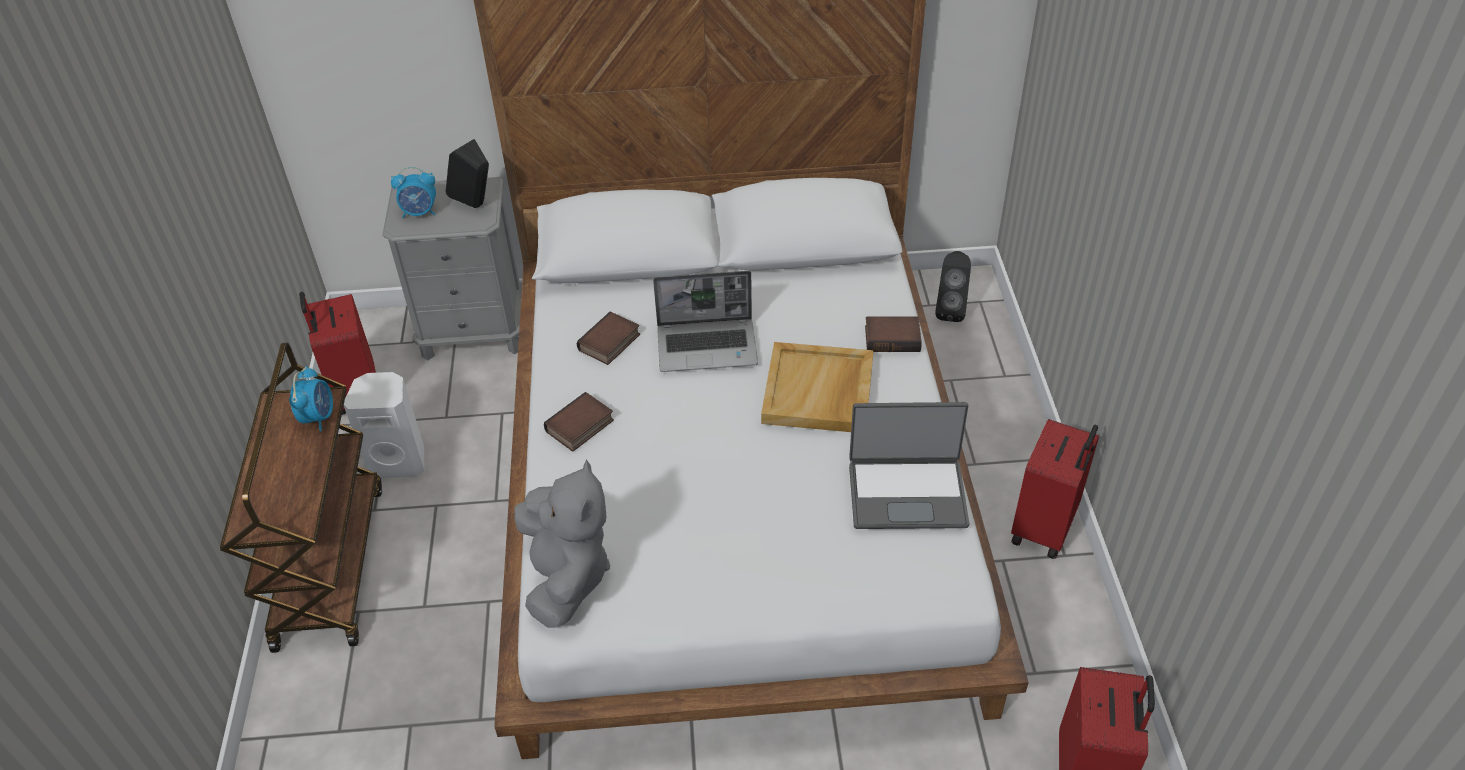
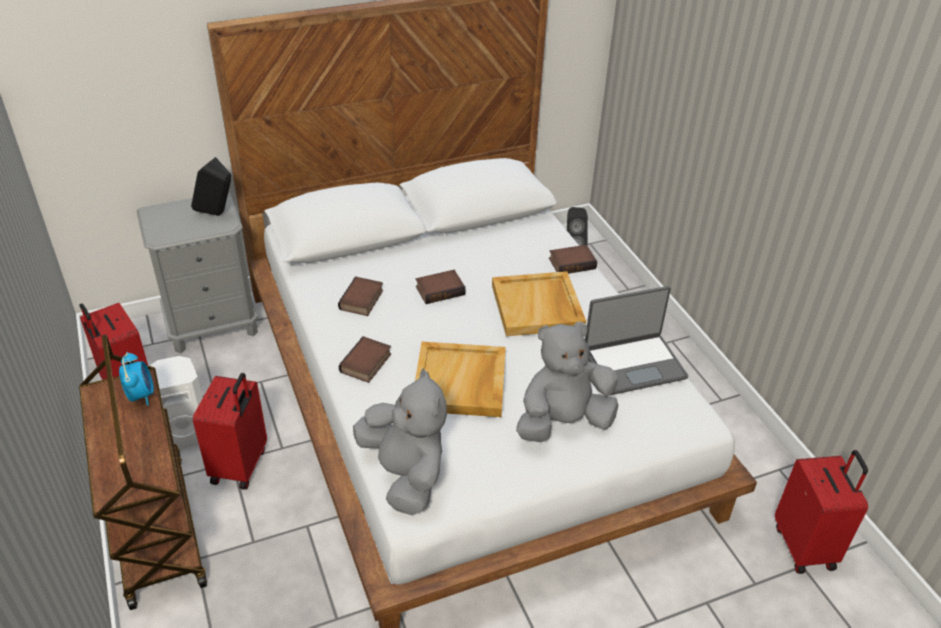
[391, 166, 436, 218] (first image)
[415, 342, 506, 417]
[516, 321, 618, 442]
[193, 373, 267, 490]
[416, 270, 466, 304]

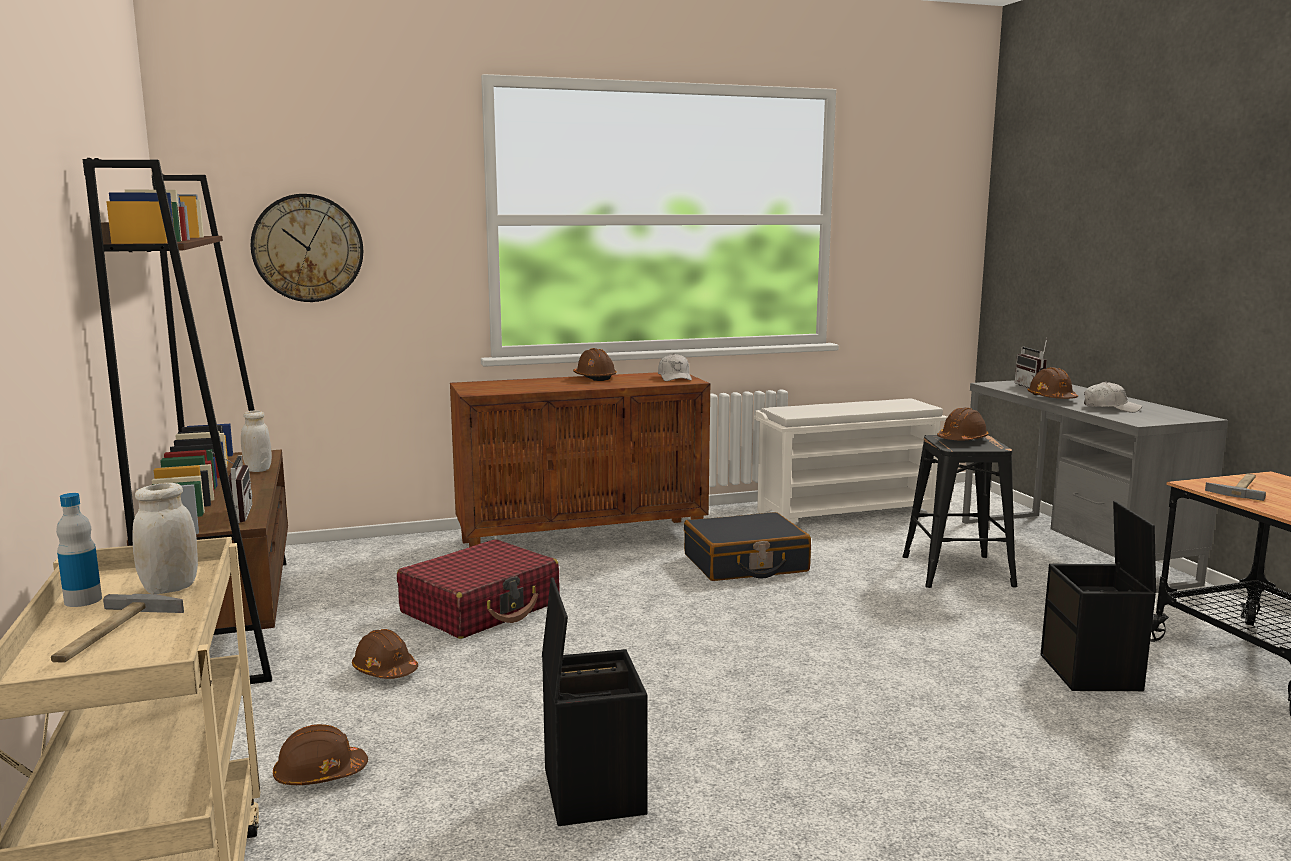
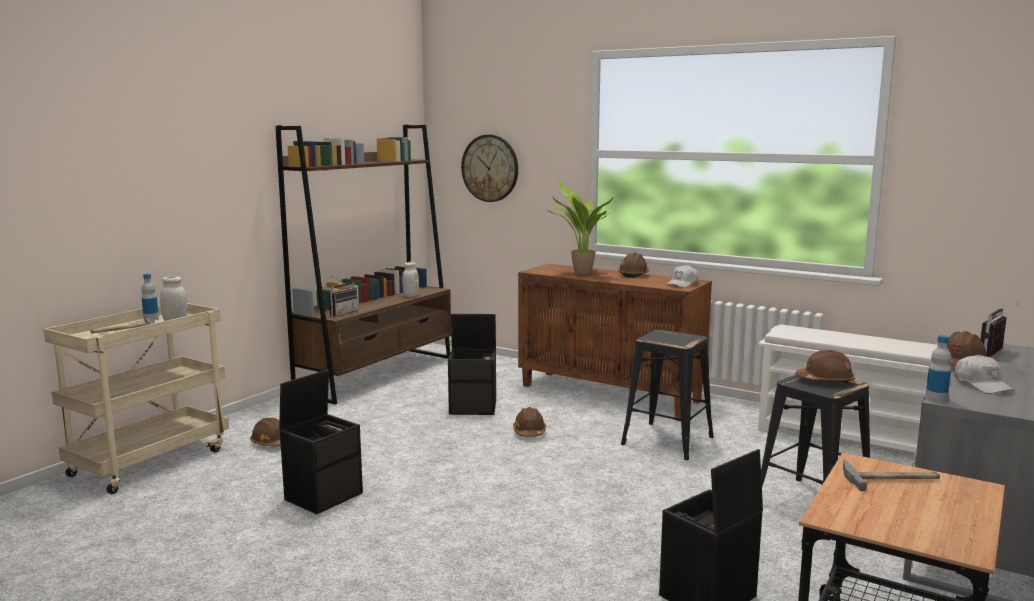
[545, 181, 614, 275]
[925, 335, 951, 403]
[513, 407, 546, 437]
[448, 314, 496, 415]
[621, 330, 714, 460]

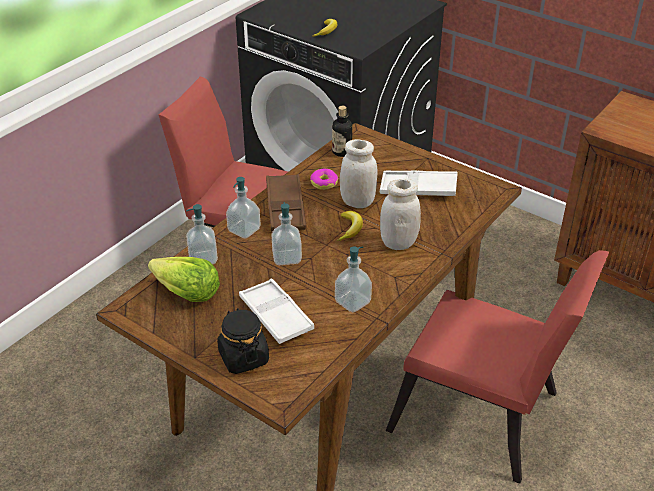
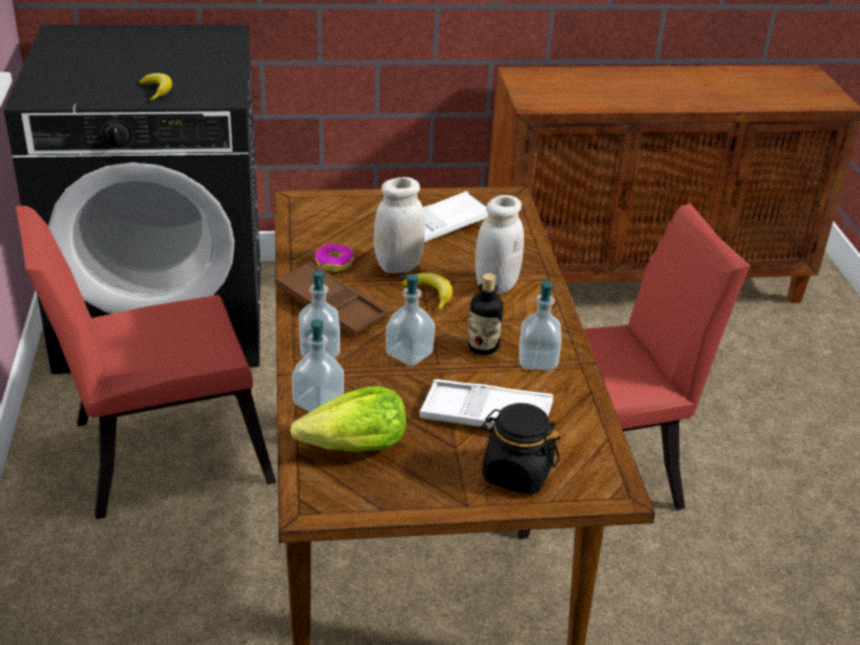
[468, 273, 503, 355]

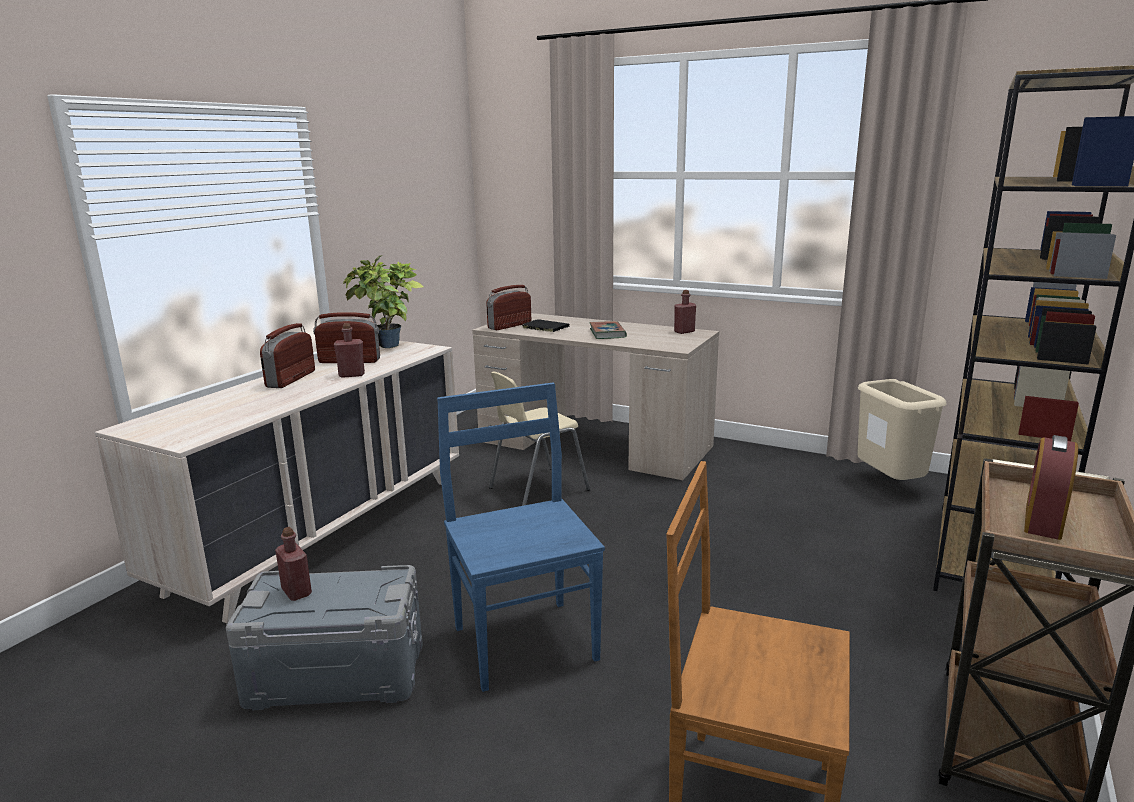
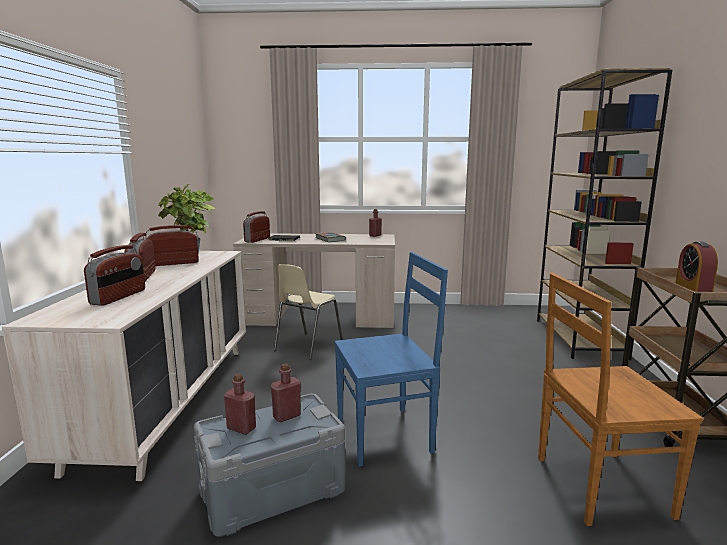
[857, 379, 947, 480] (first image)
[84, 245, 145, 306]
[271, 363, 301, 422]
[334, 252, 448, 467]

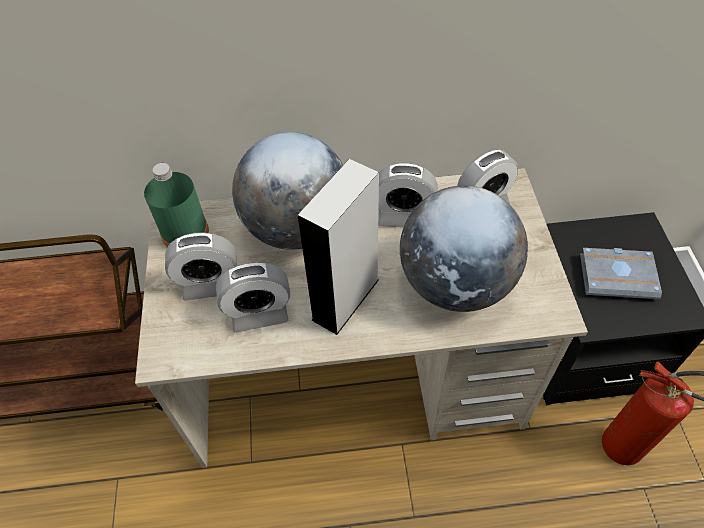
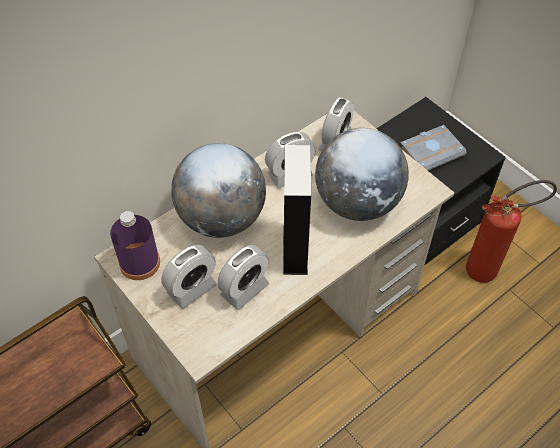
[110, 211, 160, 280]

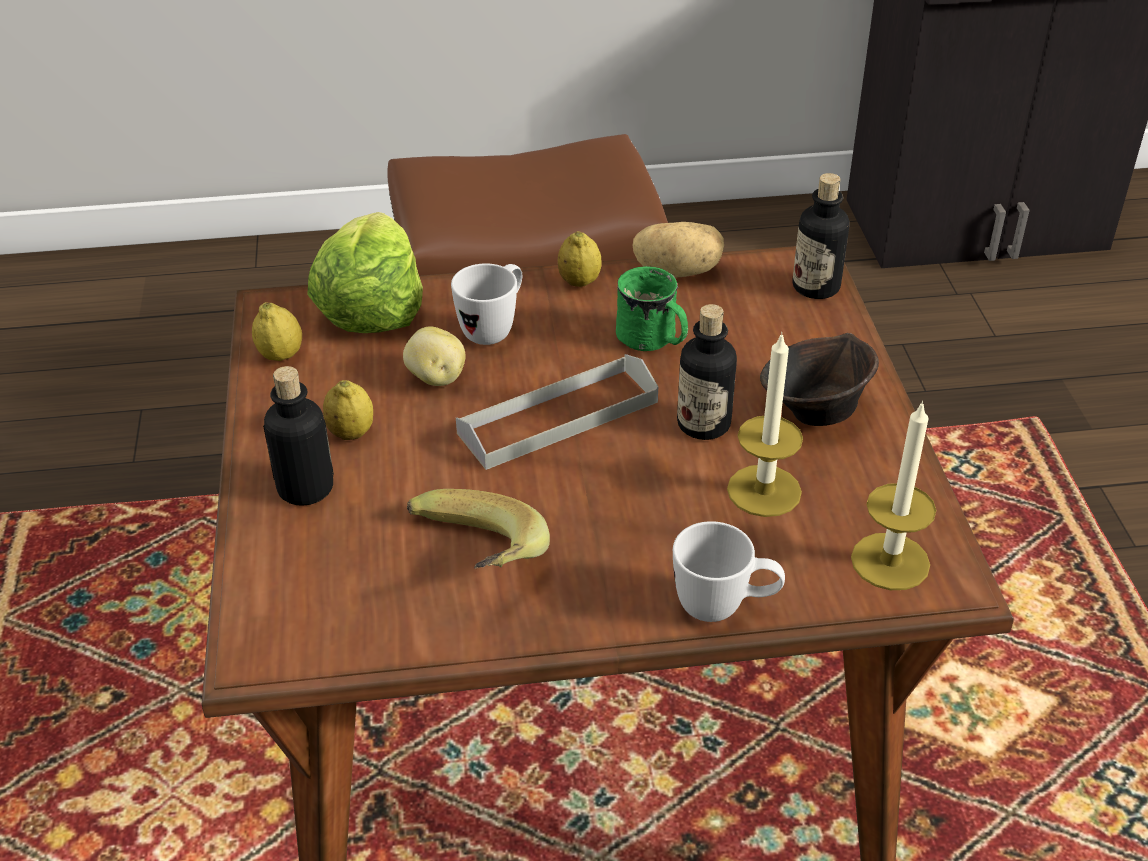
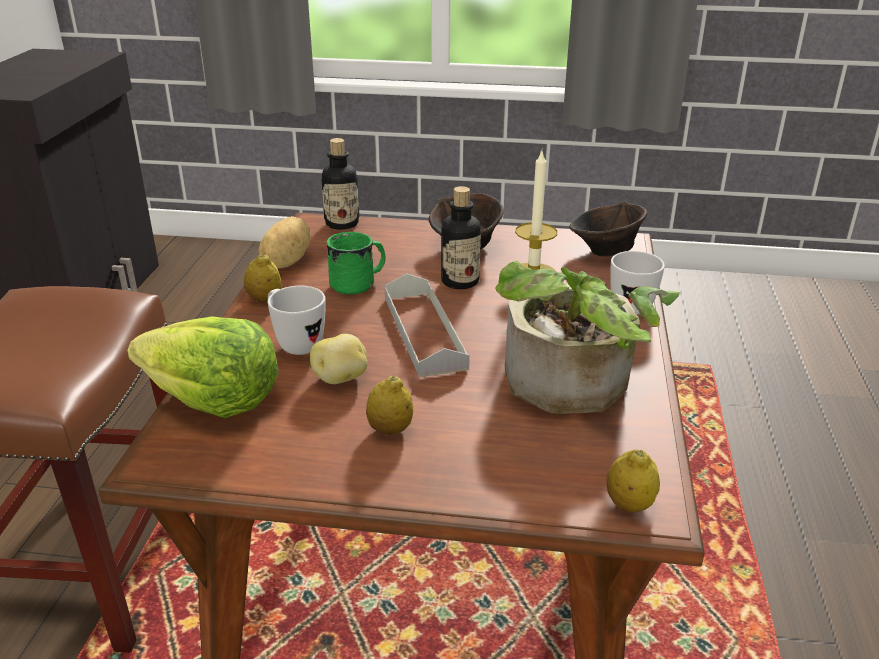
[263, 366, 334, 506] (first image)
[607, 450, 660, 512]
[495, 261, 680, 414]
[569, 201, 648, 256]

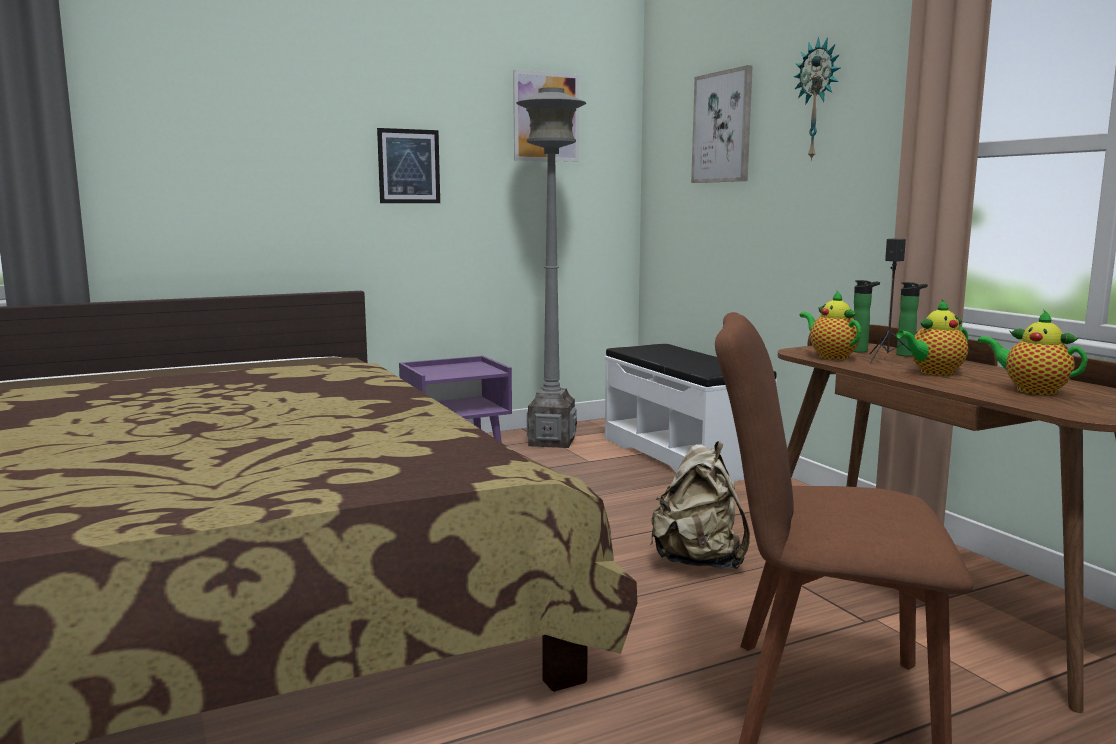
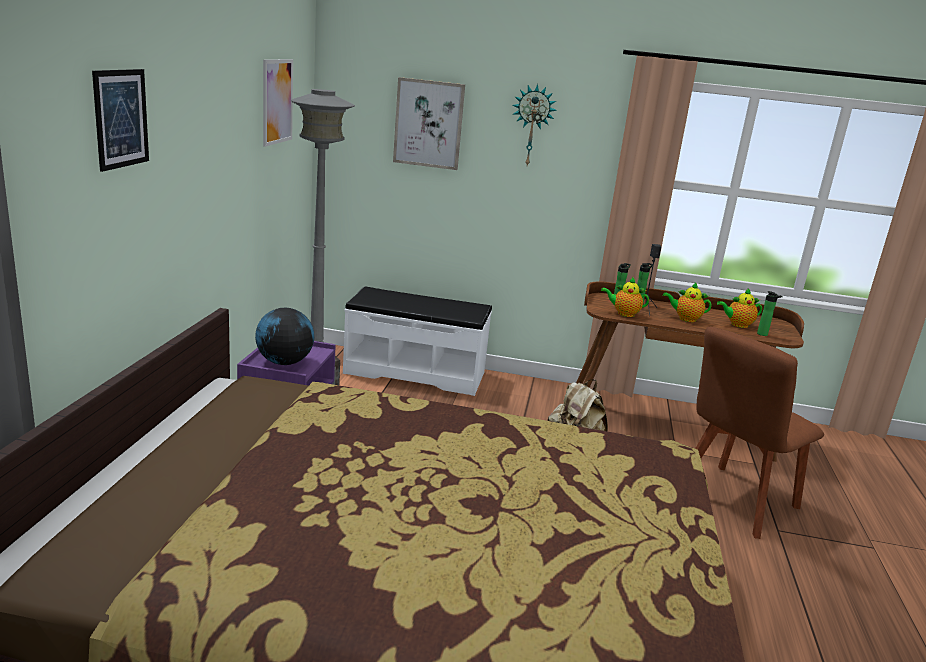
[255, 308, 314, 365]
[757, 291, 783, 336]
[92, 69, 149, 172]
[663, 283, 712, 322]

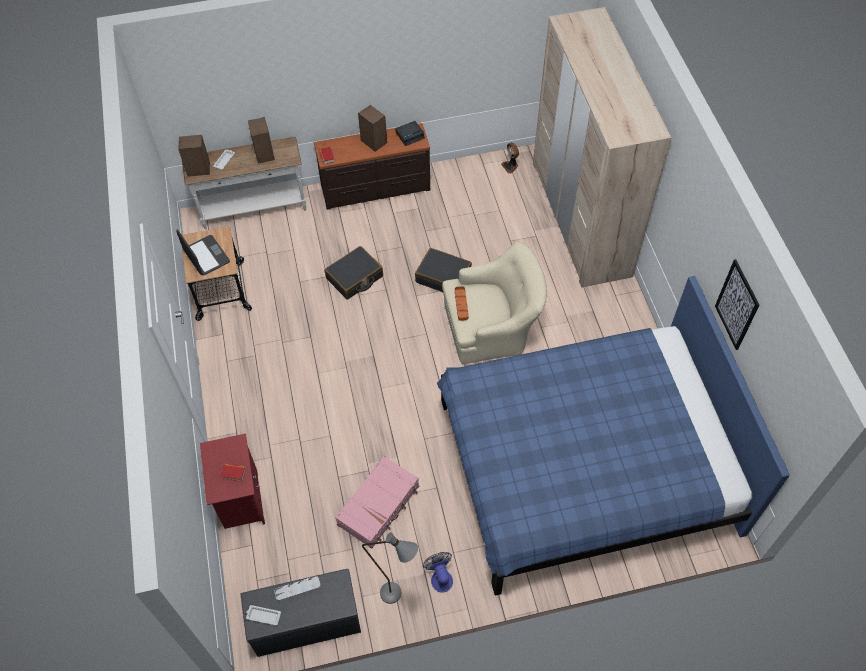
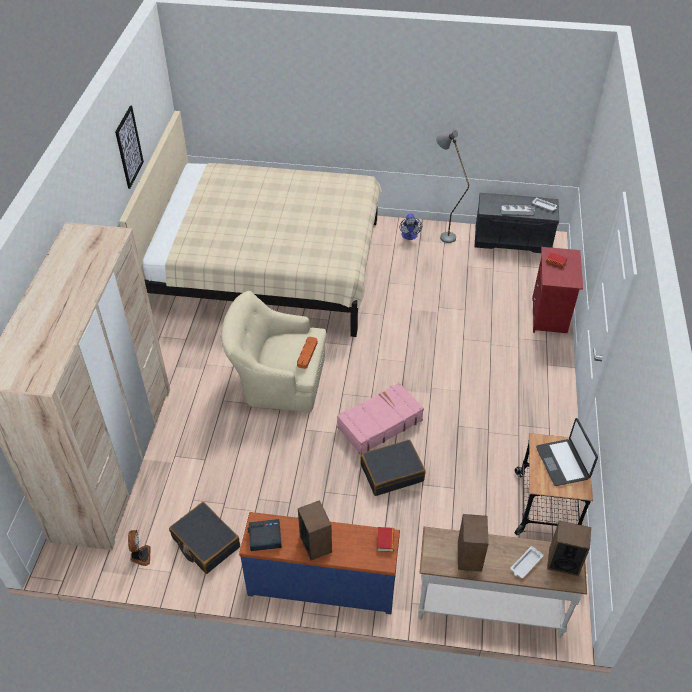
[337, 382, 424, 455]
[169, 502, 240, 574]
[239, 512, 400, 614]
[119, 111, 382, 337]

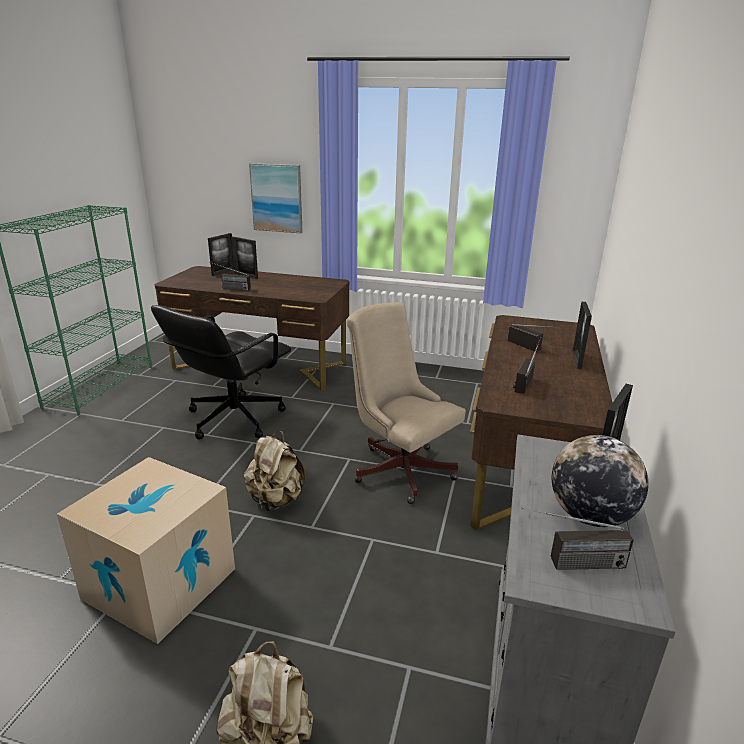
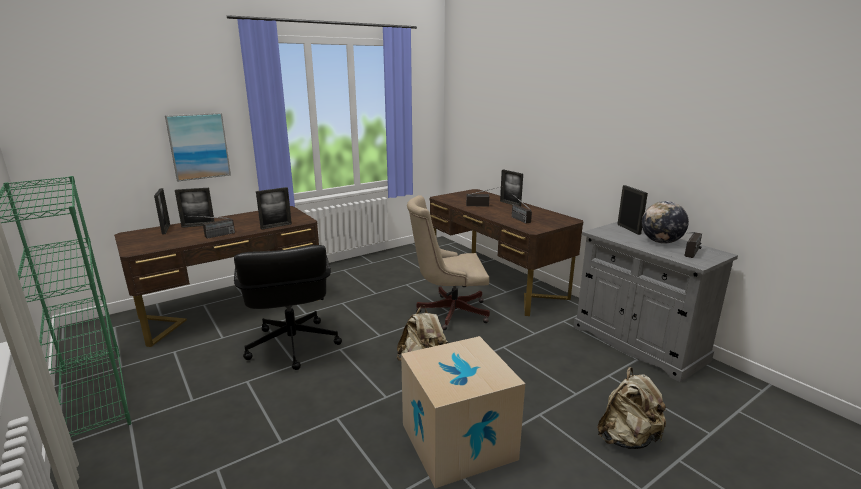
[256, 187, 292, 230]

